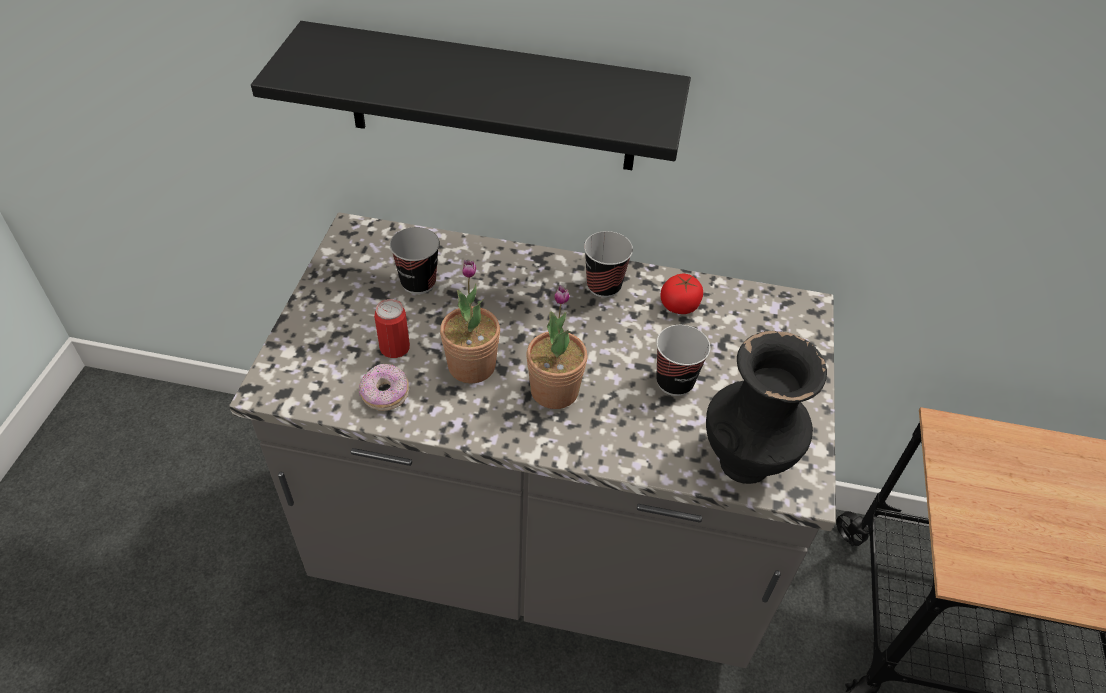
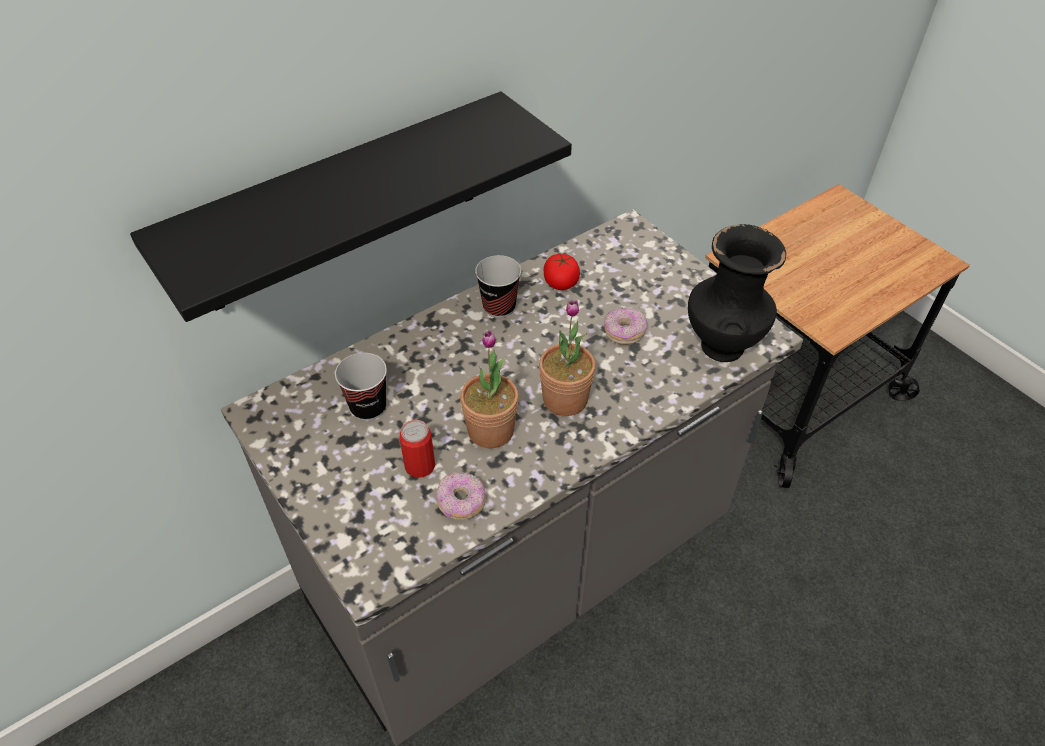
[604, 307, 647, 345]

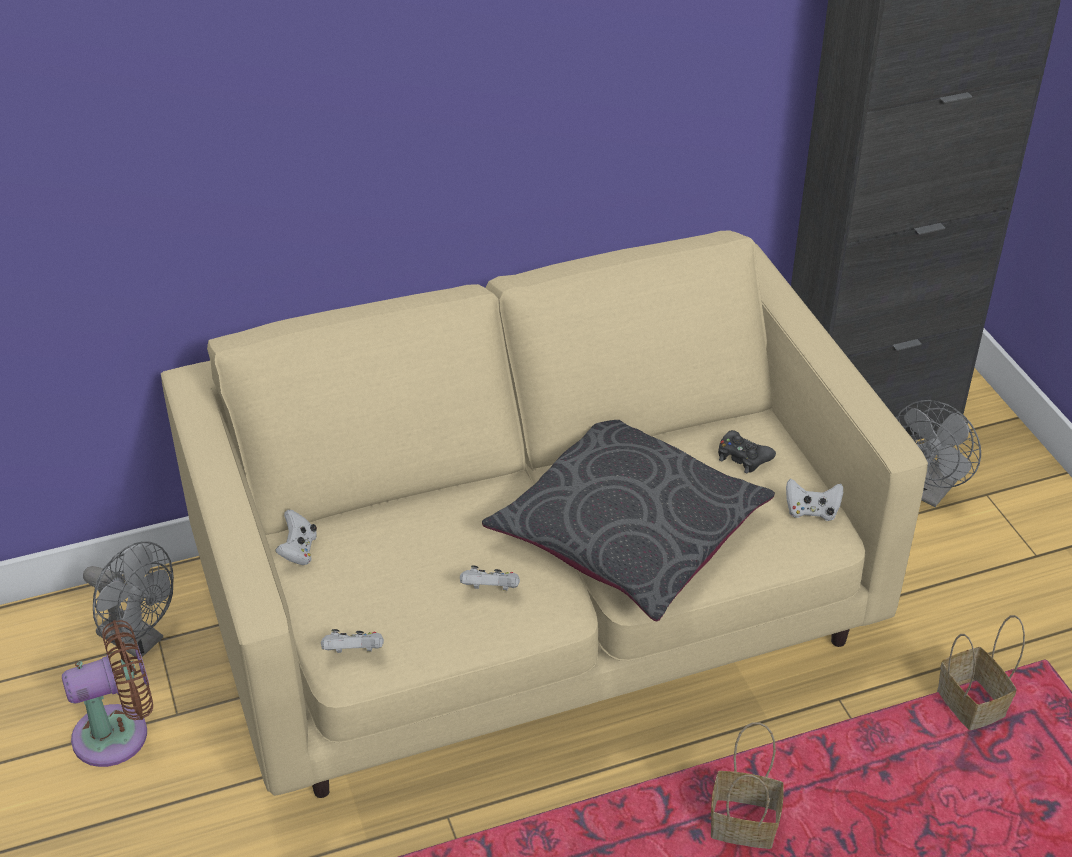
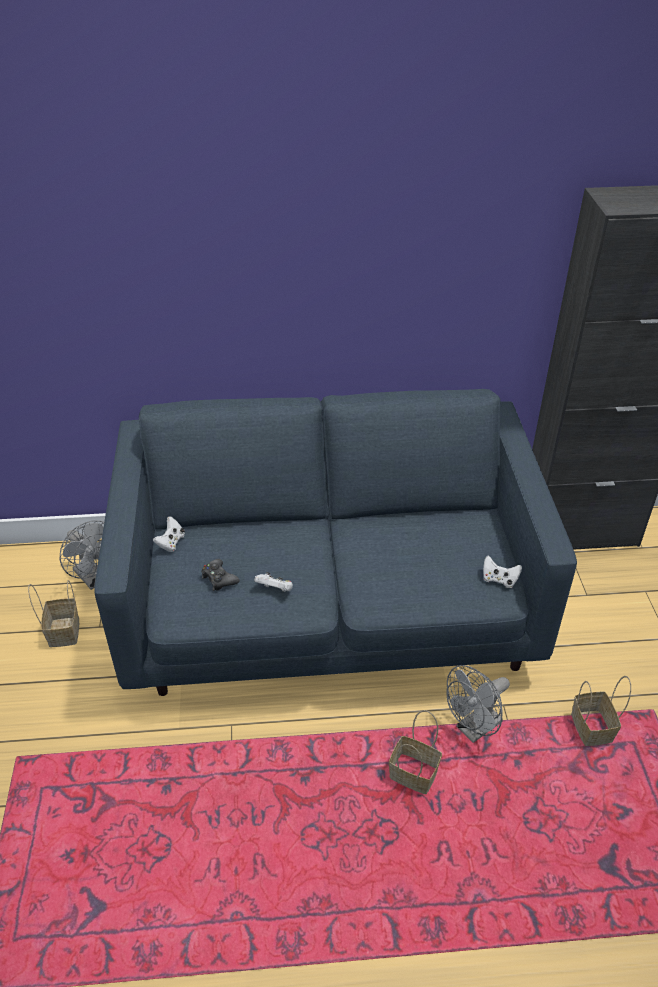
[321, 629, 384, 653] (first image)
[482, 420, 775, 622] (first image)
[201, 559, 240, 591]
[446, 665, 510, 743]
[28, 580, 79, 647]
[94, 389, 577, 696]

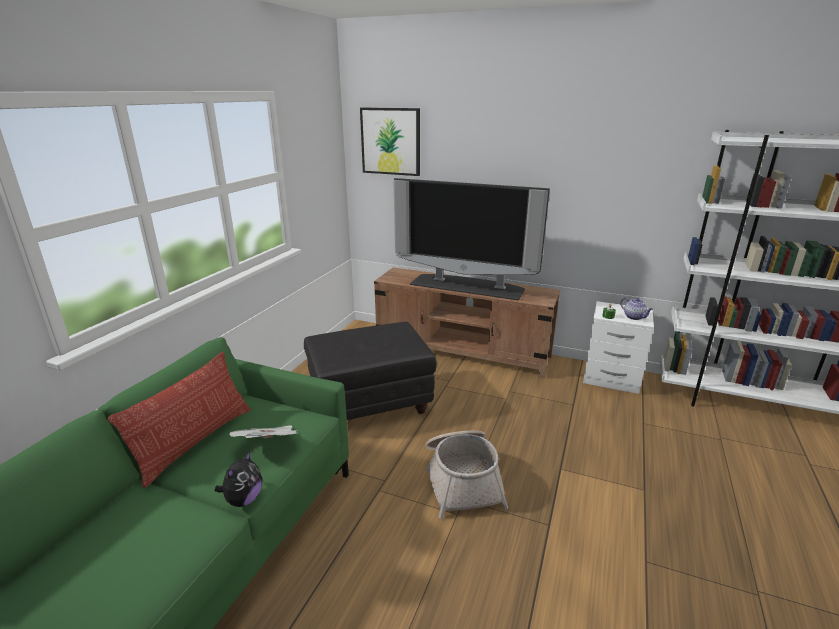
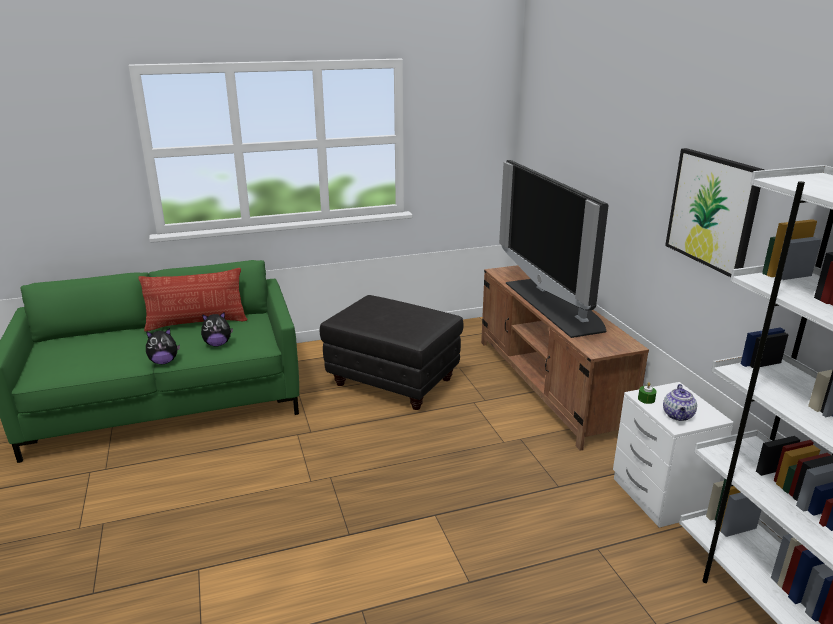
[426, 430, 508, 519] (first image)
[665, 148, 765, 277]
[201, 312, 233, 346]

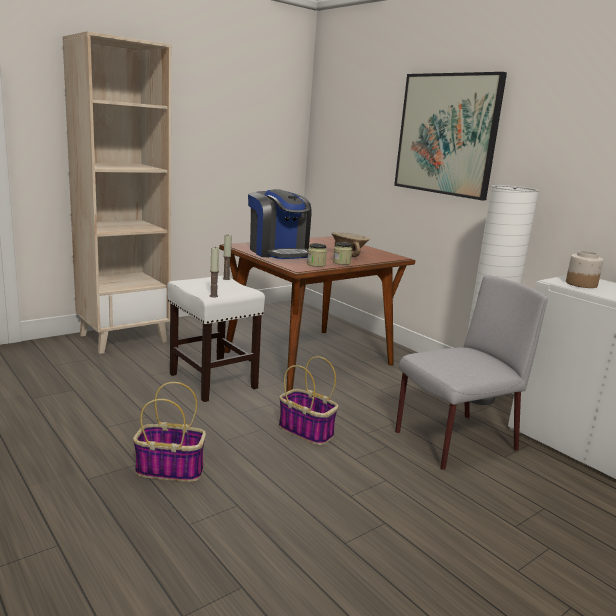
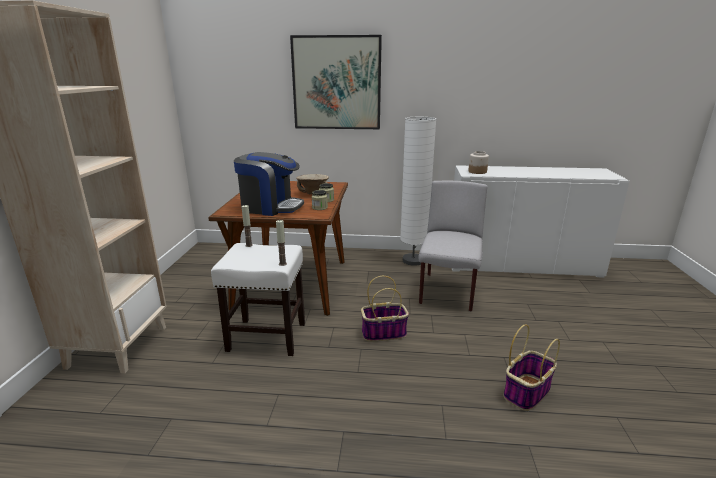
[503, 324, 560, 411]

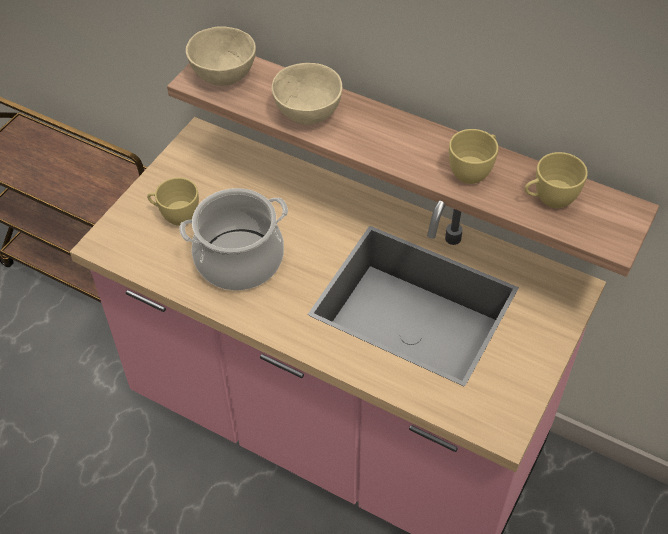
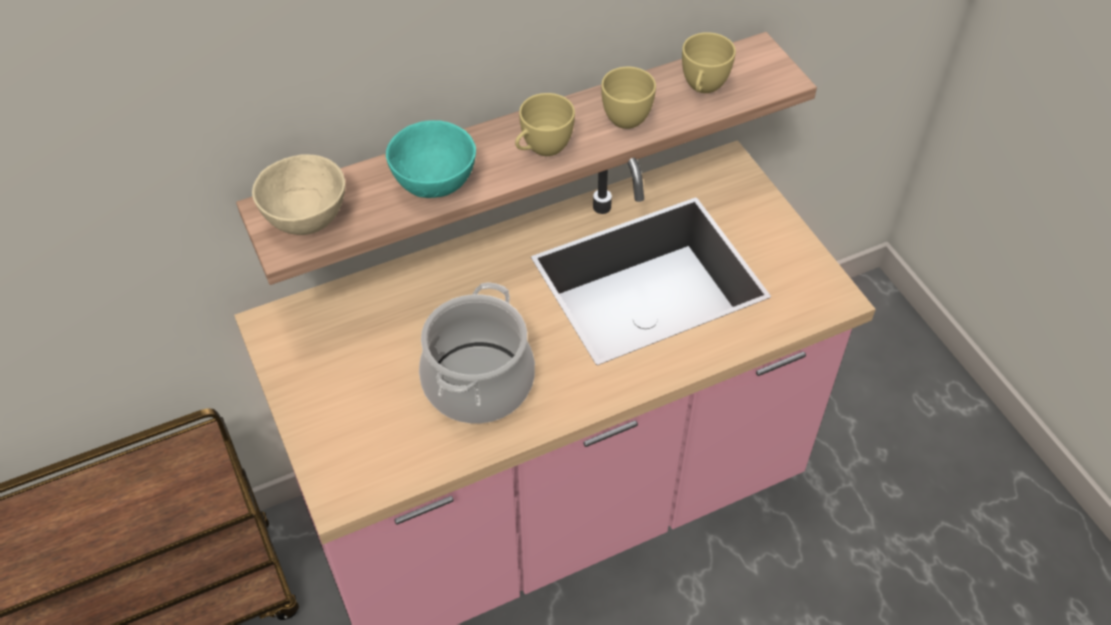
[515, 93, 575, 156]
[386, 120, 476, 198]

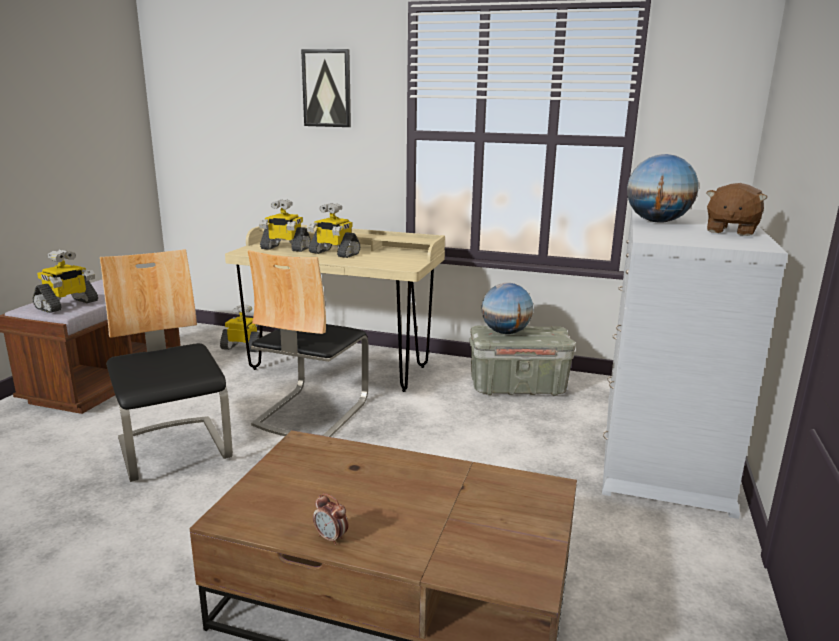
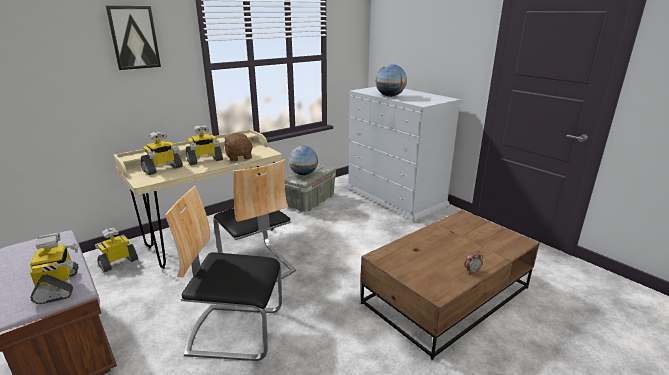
[224, 133, 253, 162]

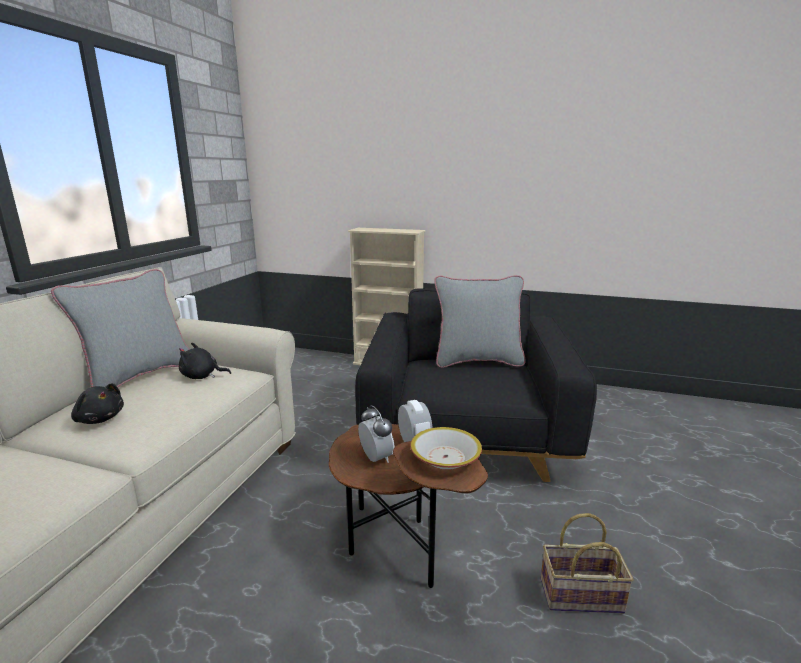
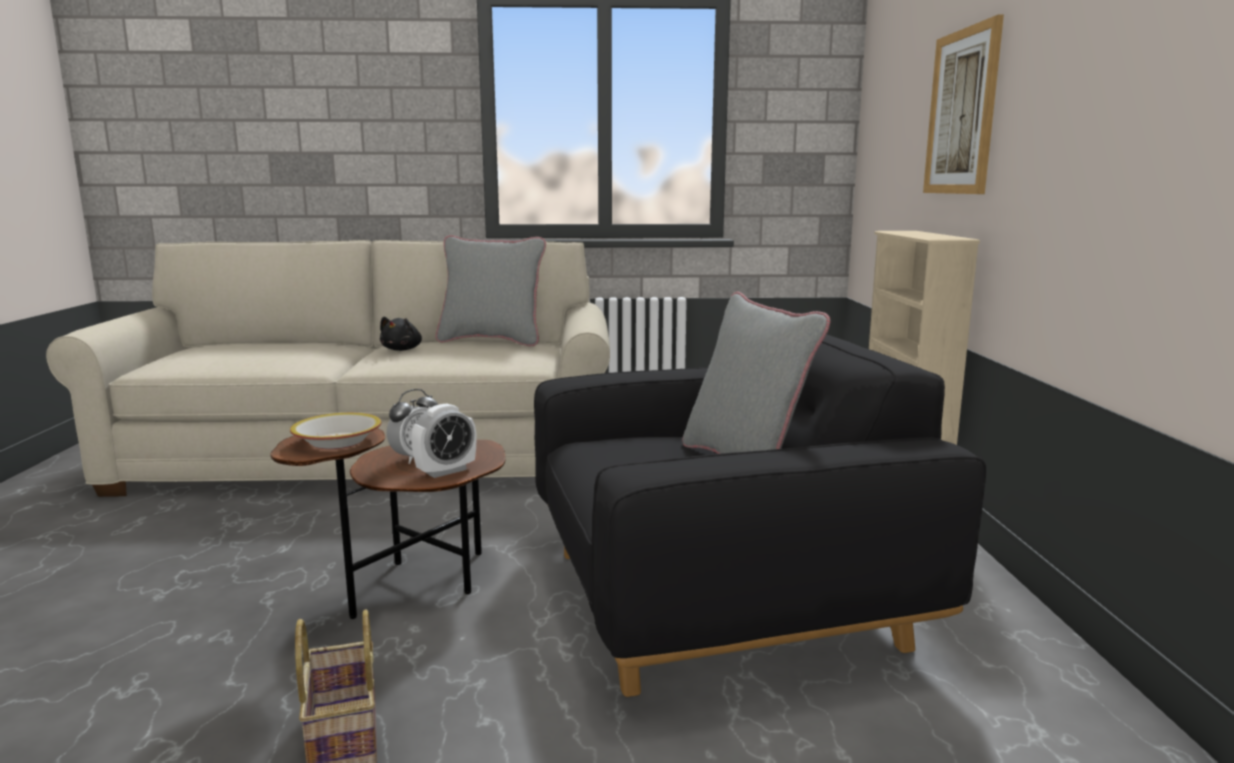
[179, 343, 231, 379] (first image)
[923, 15, 1004, 194]

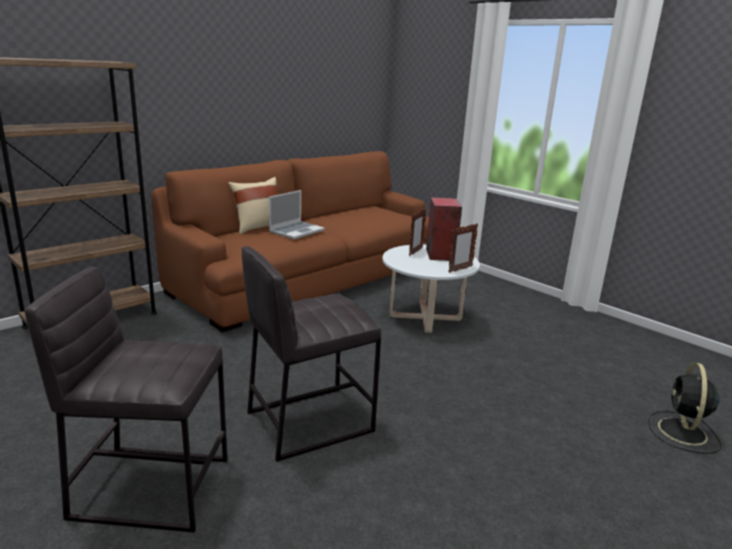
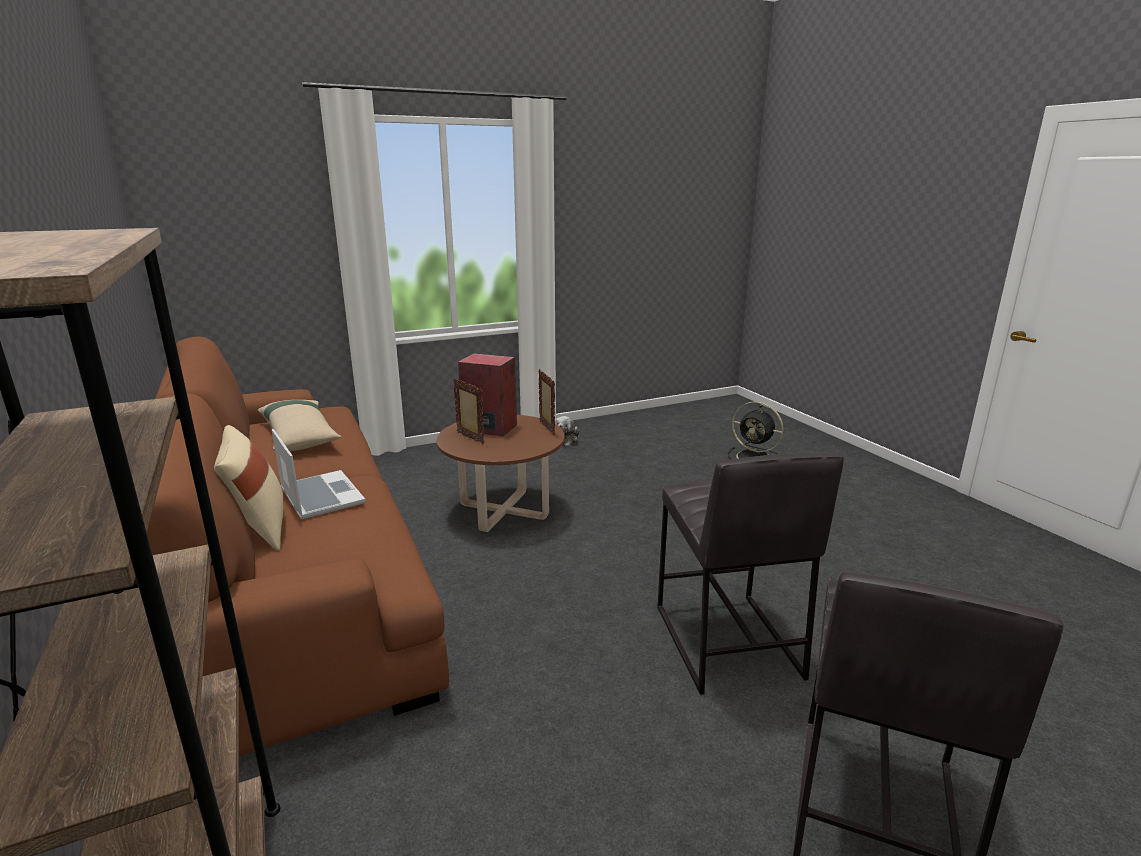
[258, 400, 341, 451]
[555, 416, 579, 446]
[436, 415, 565, 532]

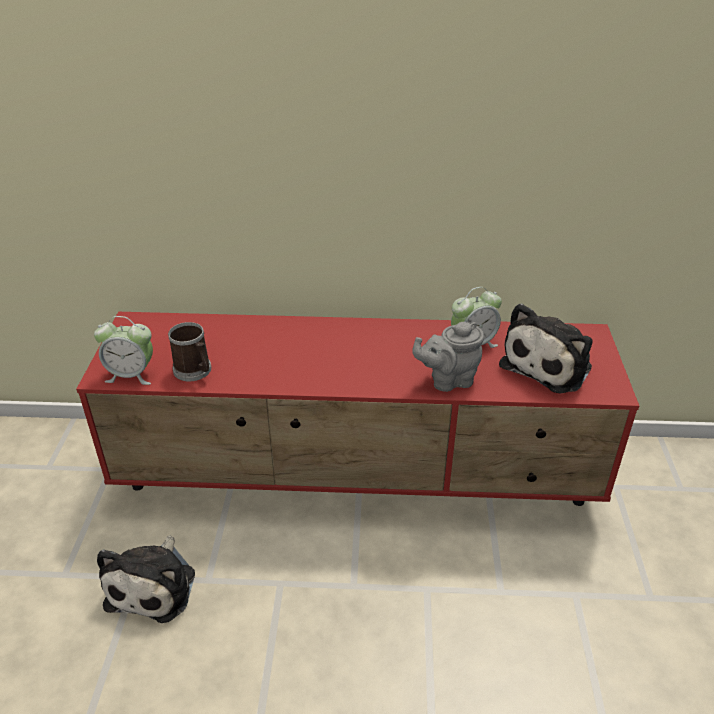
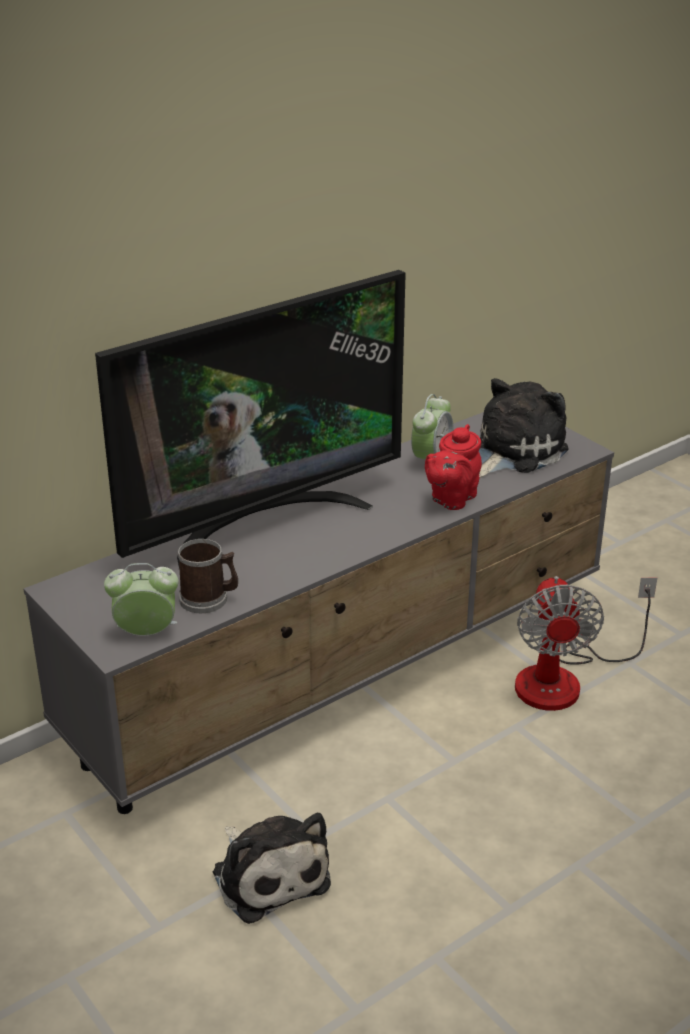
[95, 270, 406, 569]
[515, 576, 657, 711]
[24, 412, 614, 814]
[425, 424, 482, 510]
[104, 563, 178, 636]
[479, 378, 569, 478]

